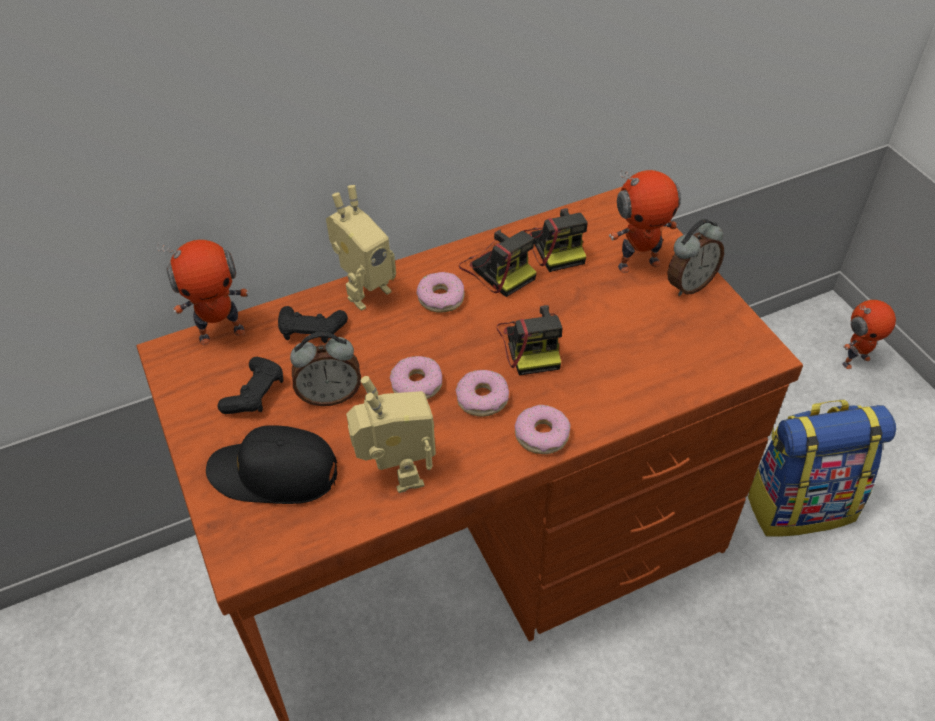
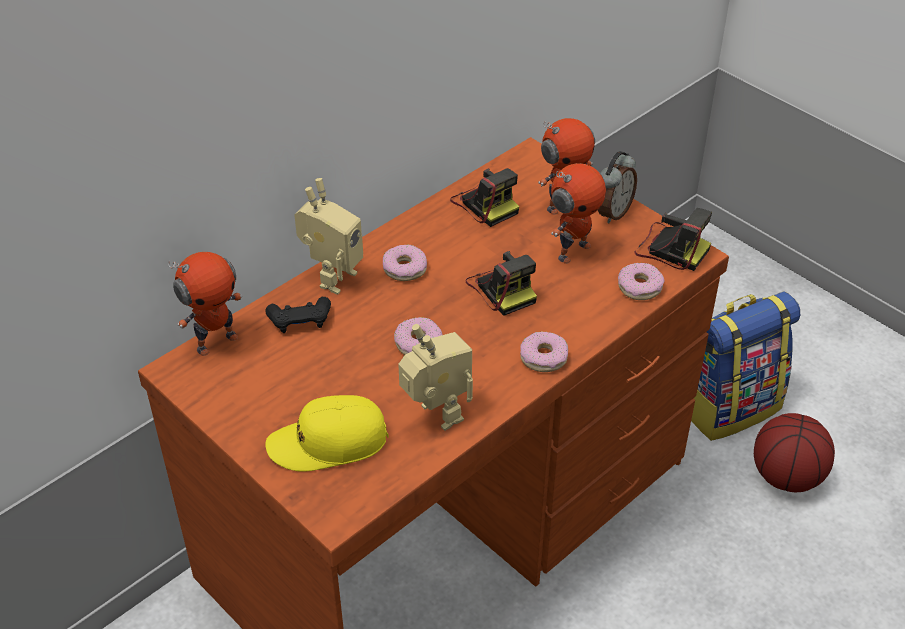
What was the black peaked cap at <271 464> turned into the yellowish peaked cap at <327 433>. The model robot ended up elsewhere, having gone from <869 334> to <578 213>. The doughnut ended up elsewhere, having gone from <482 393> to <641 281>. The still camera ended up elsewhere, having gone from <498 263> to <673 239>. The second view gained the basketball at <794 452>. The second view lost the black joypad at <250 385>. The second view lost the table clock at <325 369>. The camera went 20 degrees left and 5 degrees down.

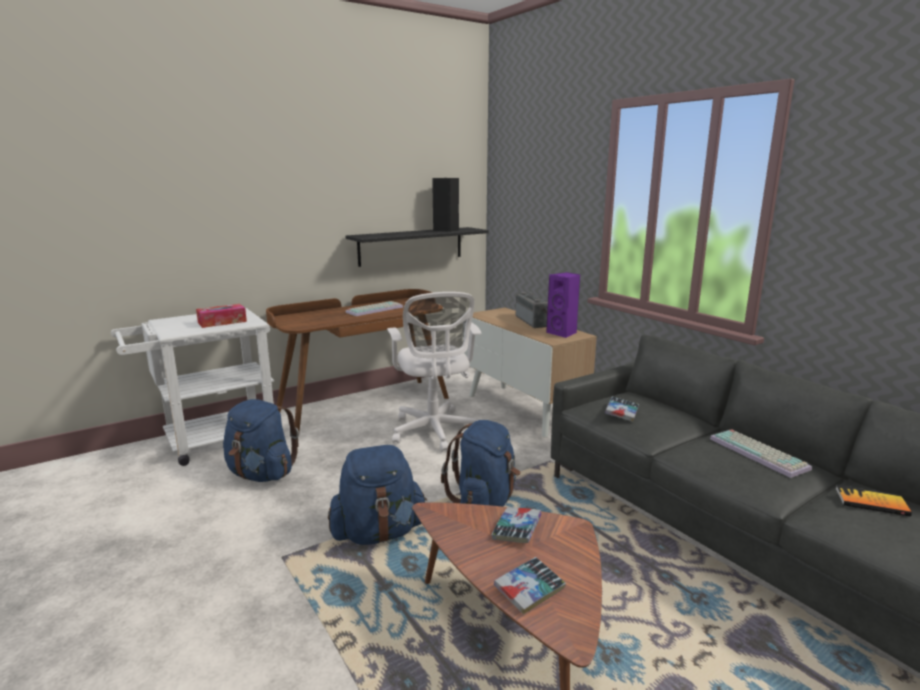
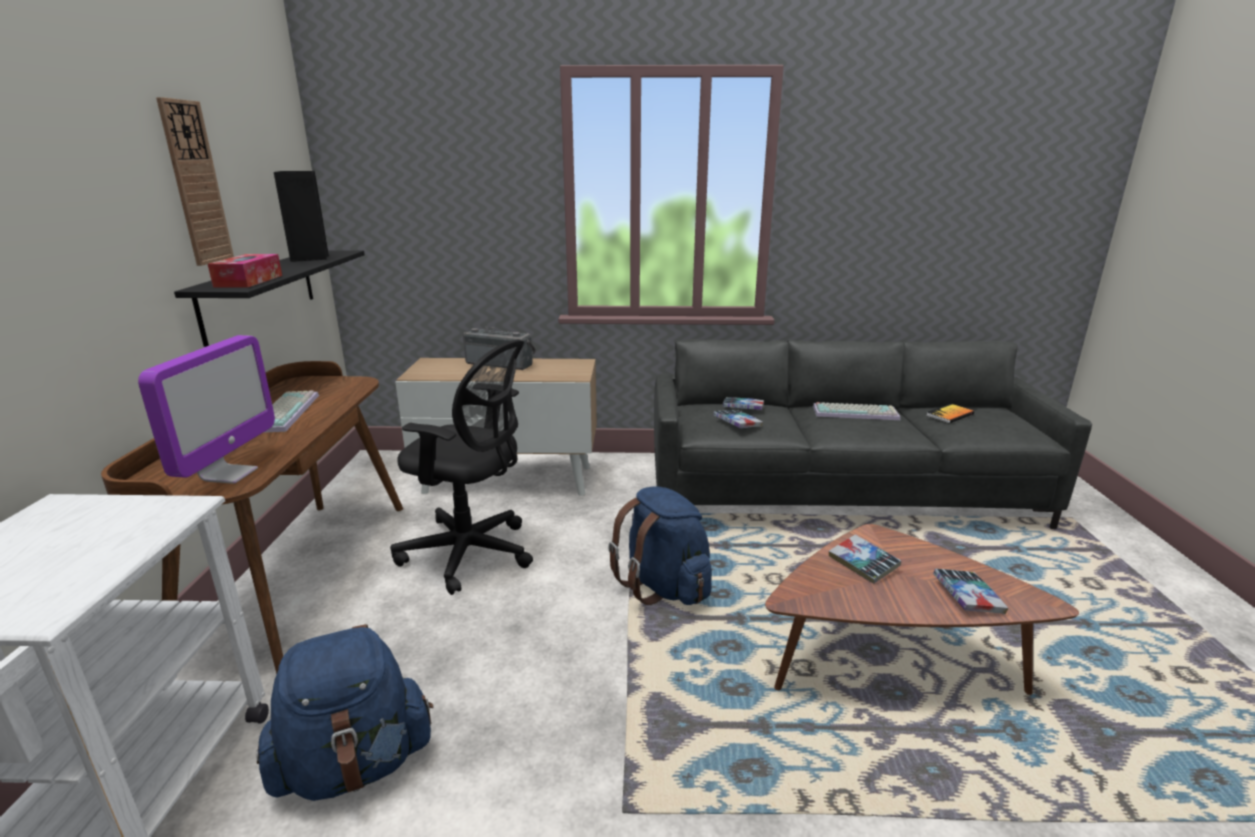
The second view gained the computer screen at <206 409>. The second view gained the hanging clock at <195 181>. The tissue box ended up elsewhere, having gone from <221 316> to <245 271>. What was the white-coloured desk chair at <434 372> turned into the black desk chair at <461 467>. The second view gained the book at <743 403>. The second view lost the blue-coloured rucksack at <377 495>. The second view lost the purplish audio speaker at <563 305>. The camera went 55 degrees left and 5 degrees up.

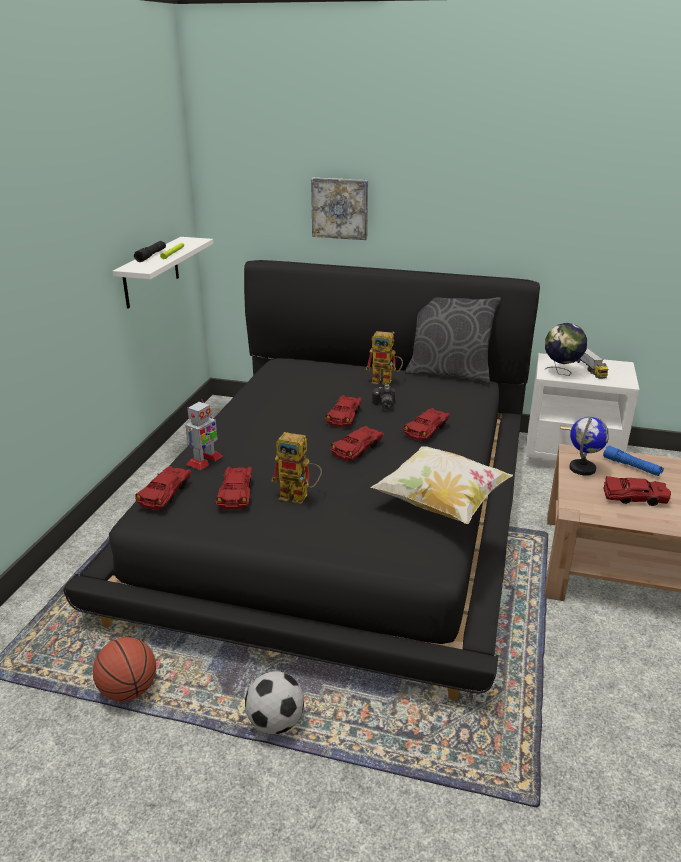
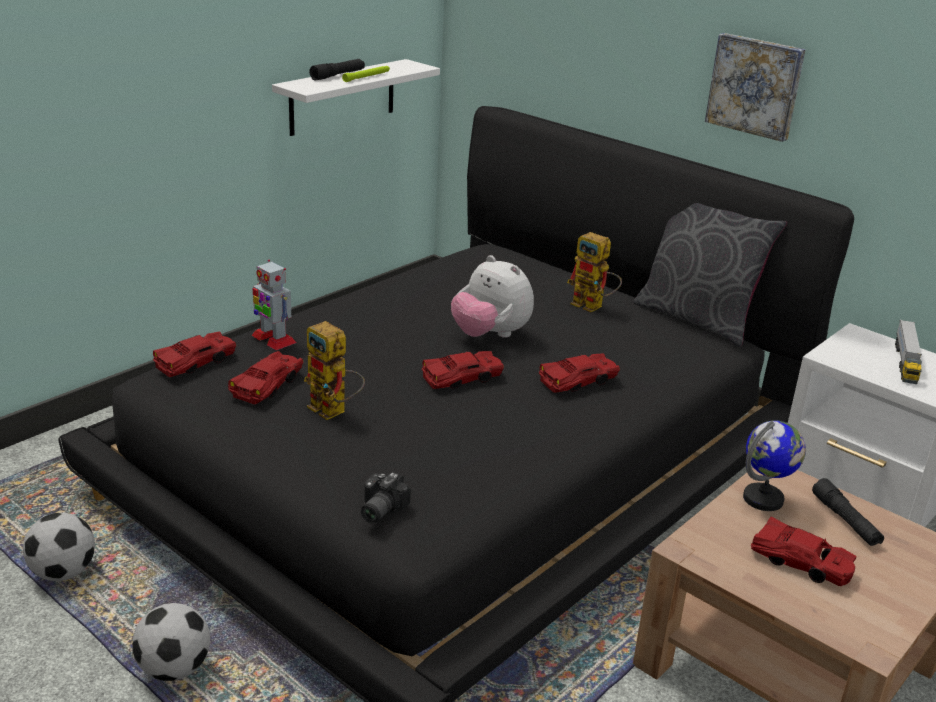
Where the basketball stood at <124 669>, the ball for football came to stand at <59 547>. The model robot at <204 434> ended up facing another way, 75 degrees clockwise from before. The still camera ended up elsewhere, having gone from <383 397> to <386 497>. Where the reddish toy car stood at <343 411>, the plush toy came to stand at <492 296>. The picture ended up elsewhere, having gone from <339 209> to <755 87>. What was the blue-coloured hand torch at <633 461> turned into the black hand torch at <848 512>. The second view lost the cushion at <441 485>. The second view lost the globe at <565 349>. The camera went 25 degrees right and 0 degrees up.

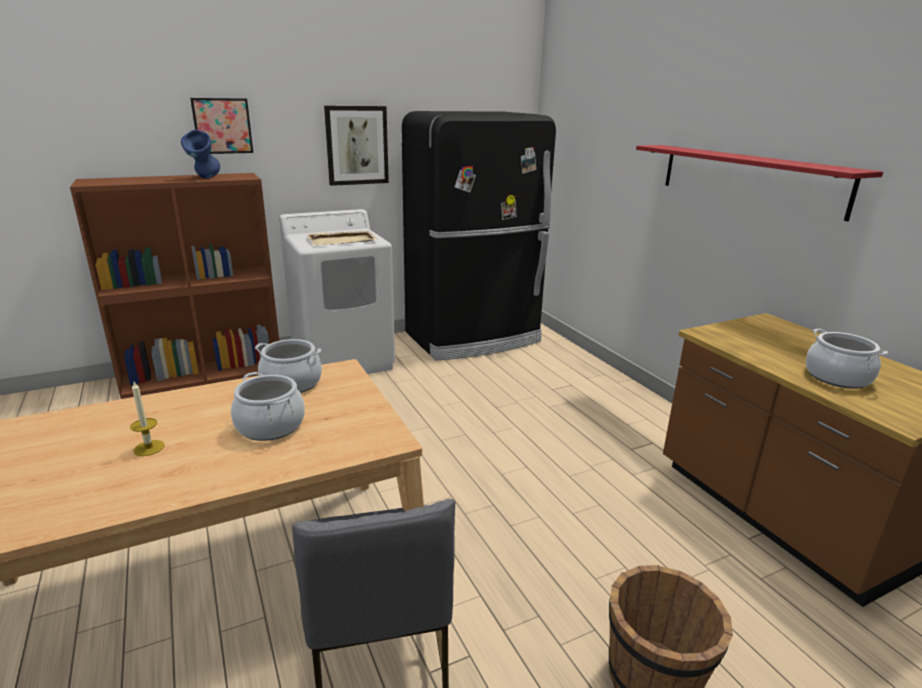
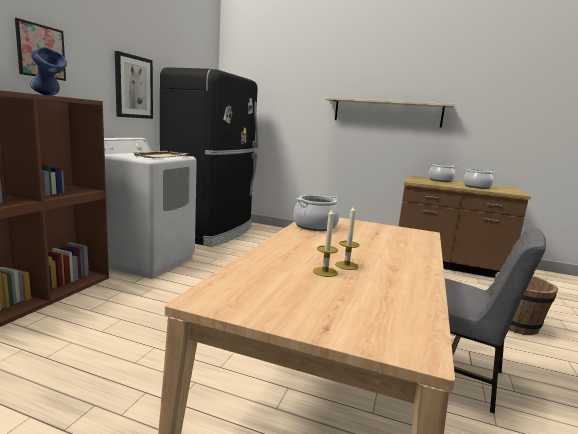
The second view gained the candle at <325 242>. What was the reddish shelf at <759 183> turned into the beige shelf at <390 112>. The cooking pot ended up elsewhere, having gone from <268 406> to <442 172>. The camera went 45 degrees left and 10 degrees down.

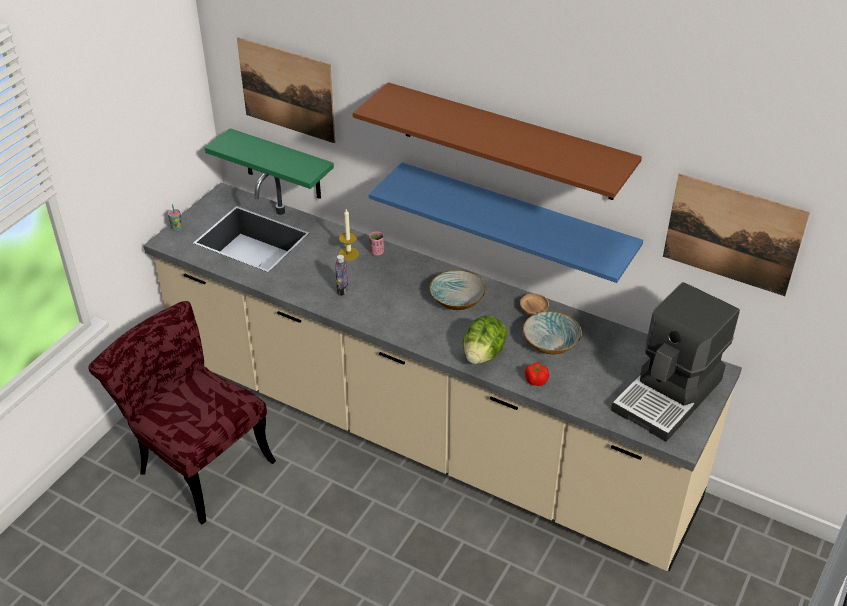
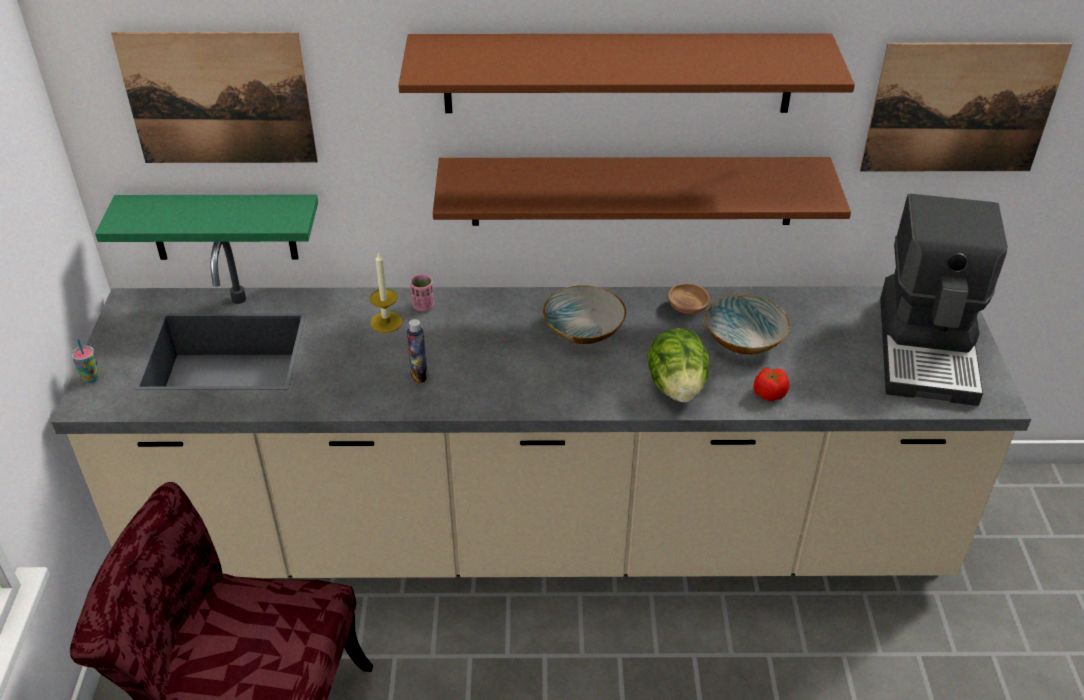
What was the blue-coloured shelf at <506 222> turned into the brownish shelf at <642 191>. The camera went 30 degrees left and 0 degrees up.

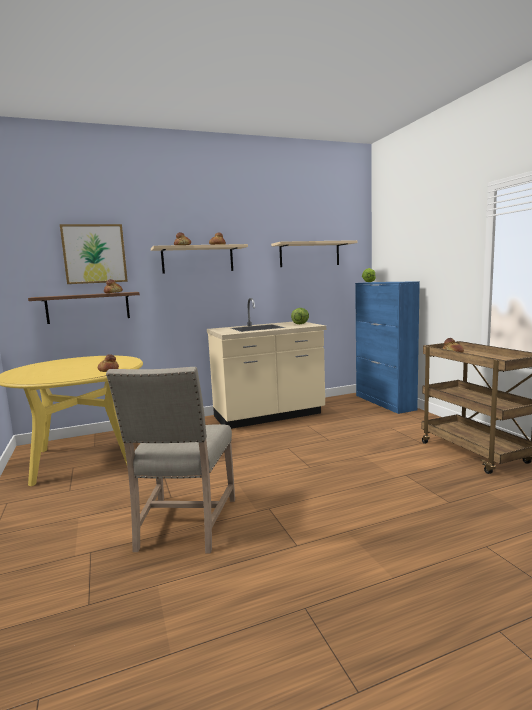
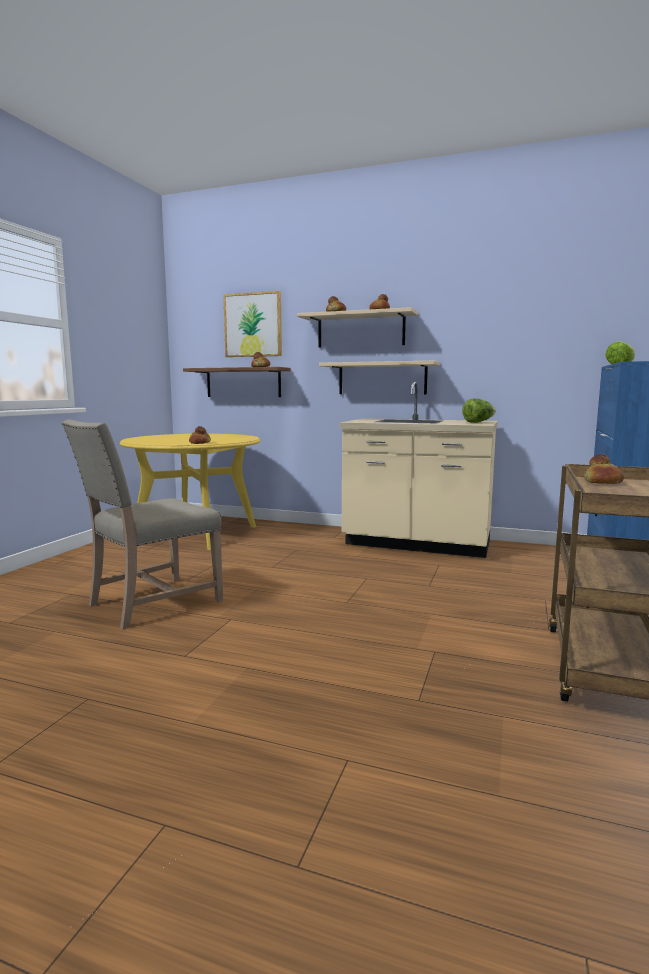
The beige shelf ended up elsewhere, having gone from <314 253> to <379 378>. The camera went 40 degrees right and 0 degrees up.

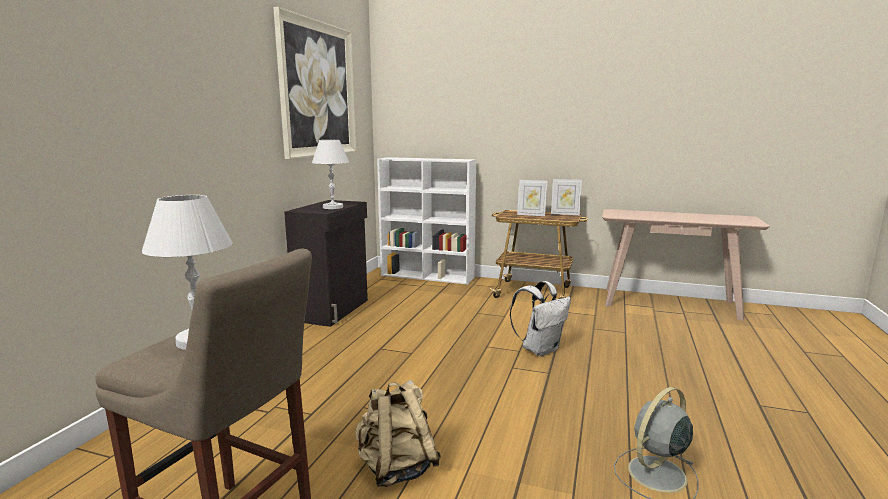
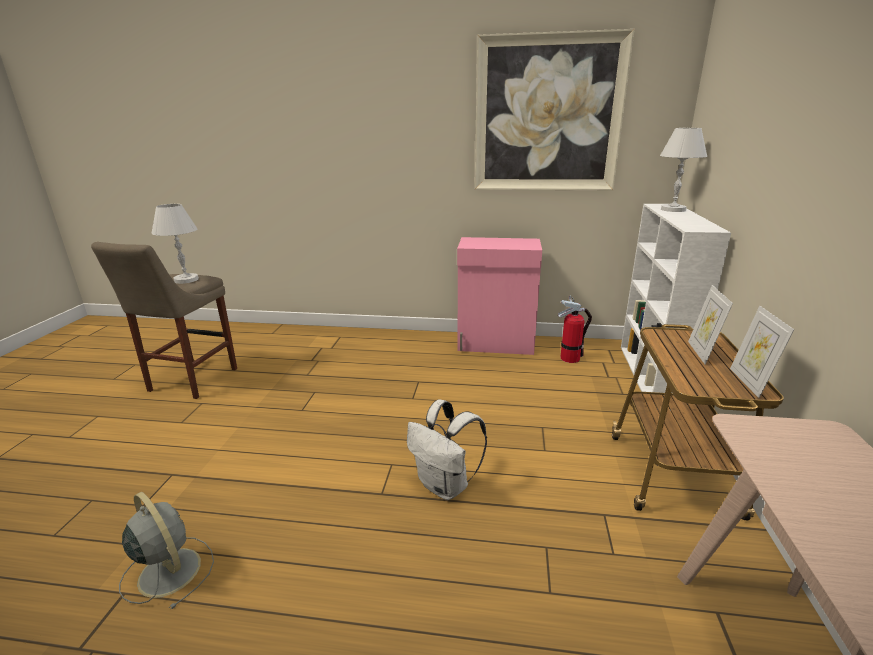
What was the black cabinet at <326 263> turned into the pinkish cabinet at <499 296>. The second view gained the fire-fighting cylinder at <575 329>. The white-coloured tabletop lamp ended up elsewhere, having gone from <330 174> to <683 170>. The second view lost the beige rucksack at <398 433>. The camera went 80 degrees right and 10 degrees up.

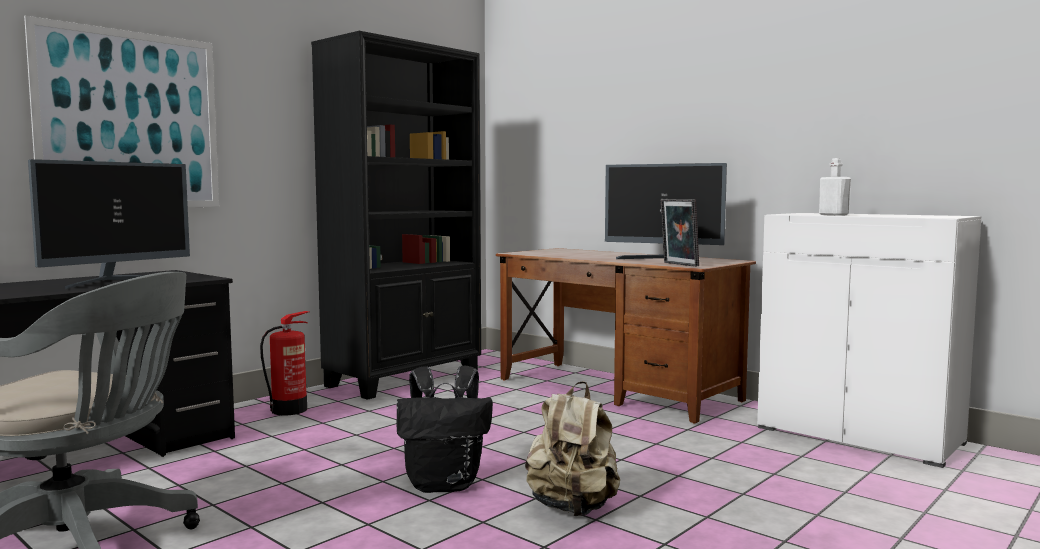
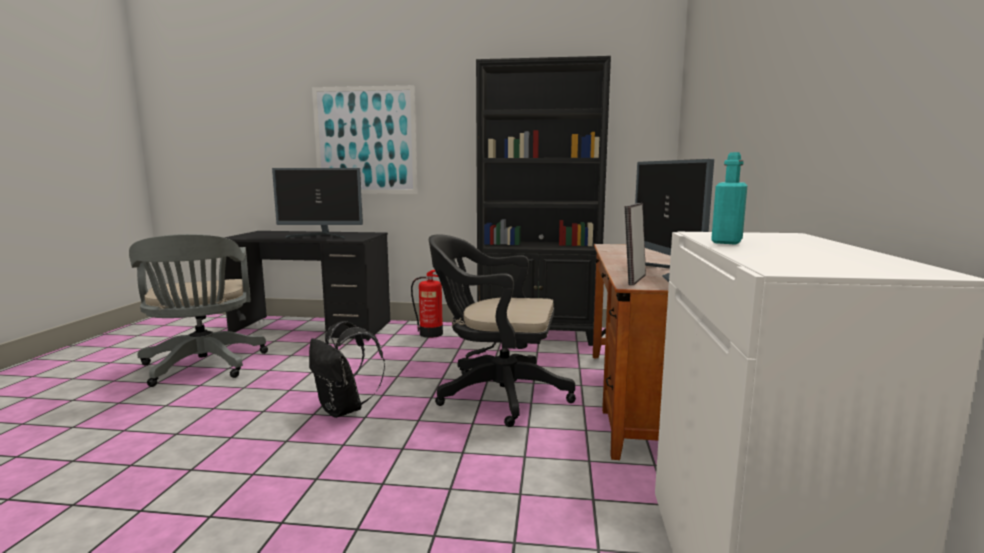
The second view gained the black desk chair at <502 330>. What was the white-coloured beverage bottle at <835 186> turned into the turquoise beverage bottle at <729 198>. The second view lost the beige rucksack at <572 448>. The camera went 55 degrees right and 5 degrees up.

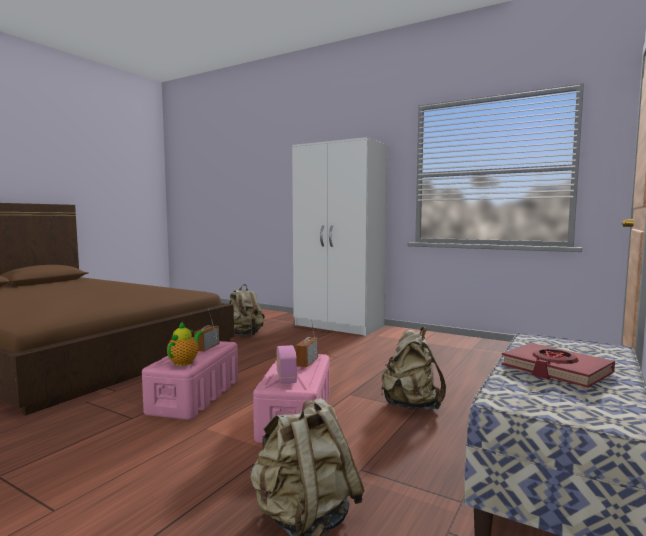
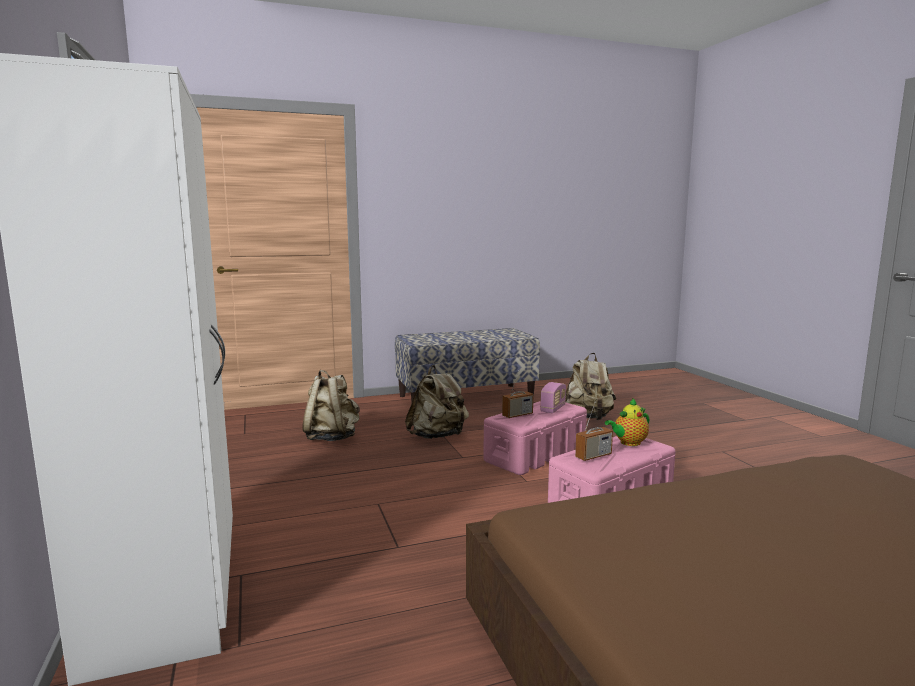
The beige rucksack ended up elsewhere, having gone from <247 310> to <331 405>. The second view lost the reddish book at <558 365>. The camera went 140 degrees left and 5 degrees up.

